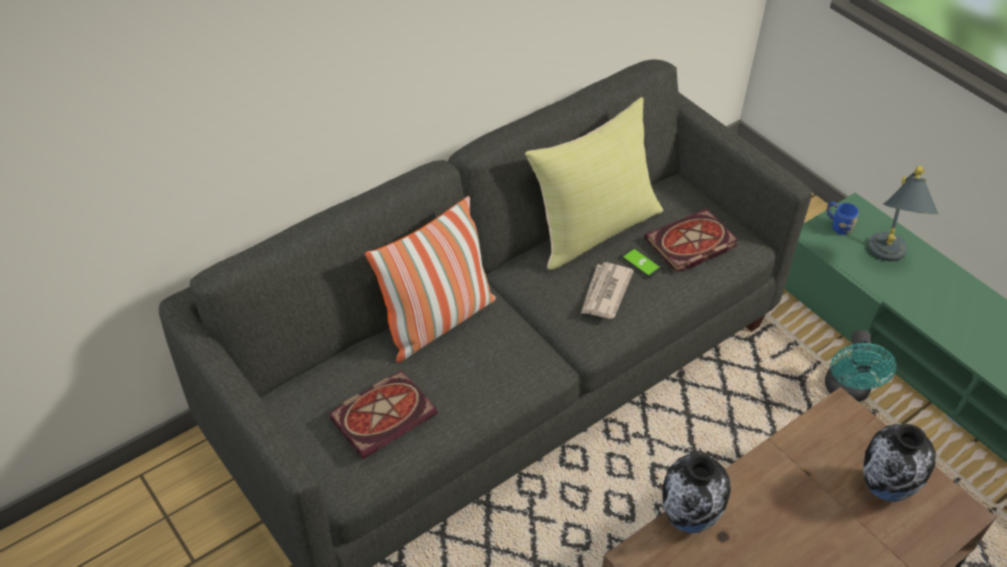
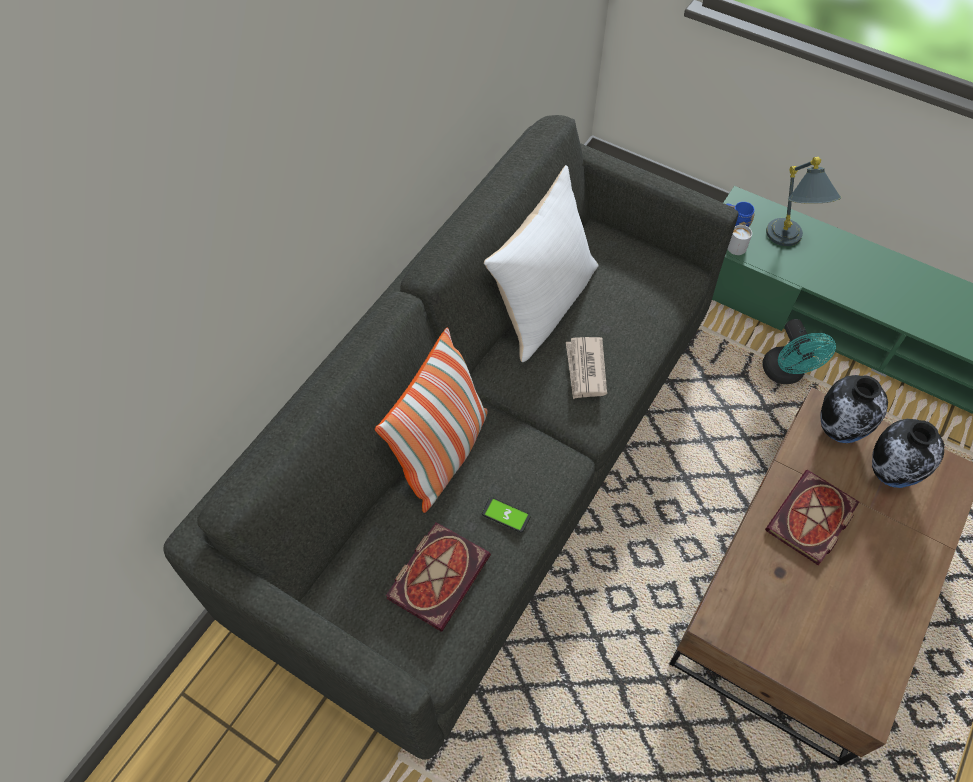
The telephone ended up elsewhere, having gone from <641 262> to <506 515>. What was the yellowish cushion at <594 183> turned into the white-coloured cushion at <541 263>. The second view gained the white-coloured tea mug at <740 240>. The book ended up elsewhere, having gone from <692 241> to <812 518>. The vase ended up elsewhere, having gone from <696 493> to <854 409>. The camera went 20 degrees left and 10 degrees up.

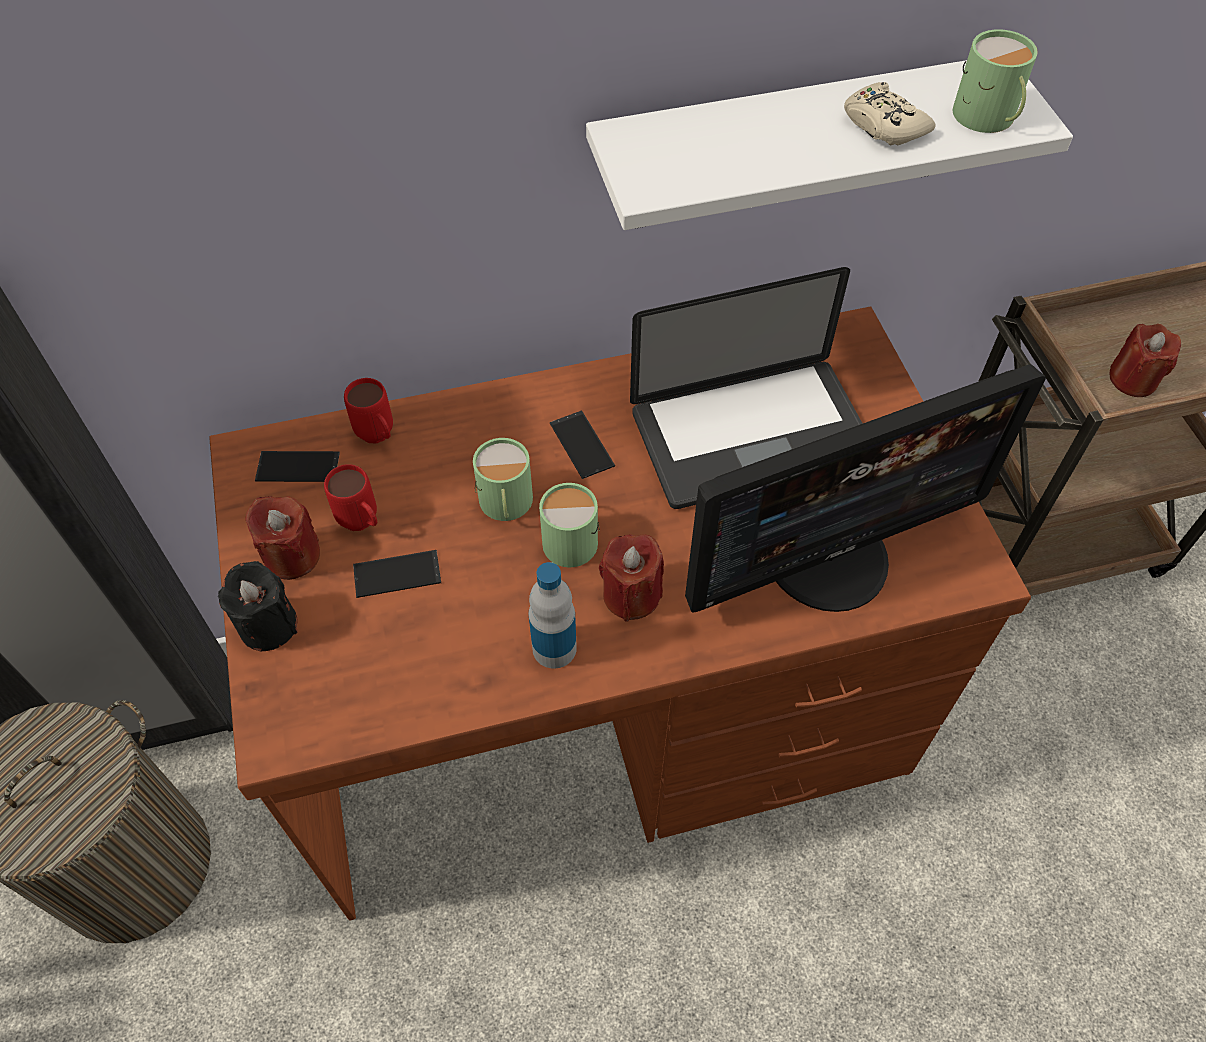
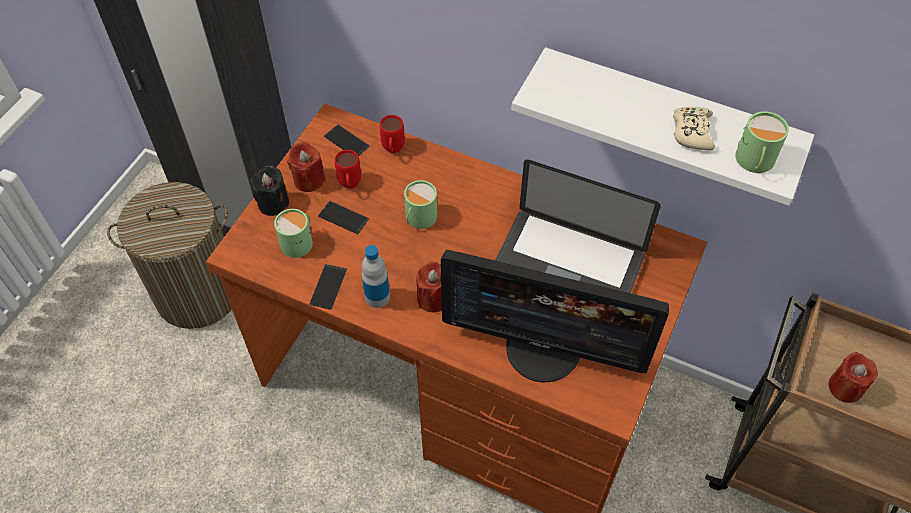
The green tea mug ended up elsewhere, having gone from <569 525> to <293 233>. The telephone ended up elsewhere, having gone from <582 444> to <328 287>. The camera went 40 degrees right and 0 degrees up.

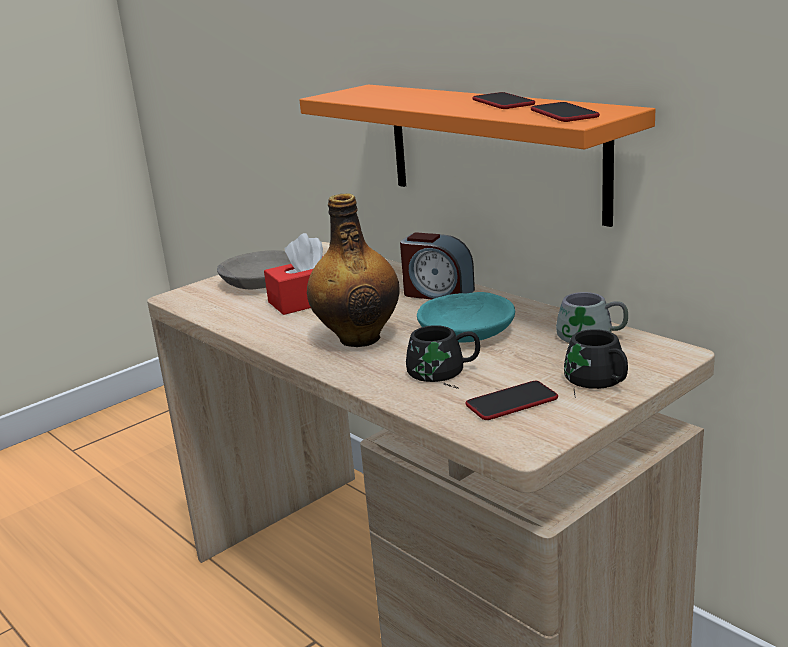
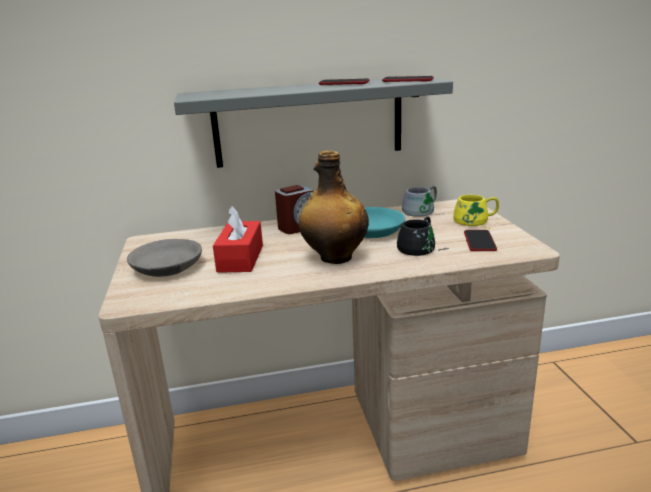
What was the orange-coloured shelf at <477 155> turned into the gray shelf at <313 122>. What was the black tea mug at <596 363> turned into the yellowish tea mug at <476 212>. The camera went 60 degrees left and 0 degrees up.

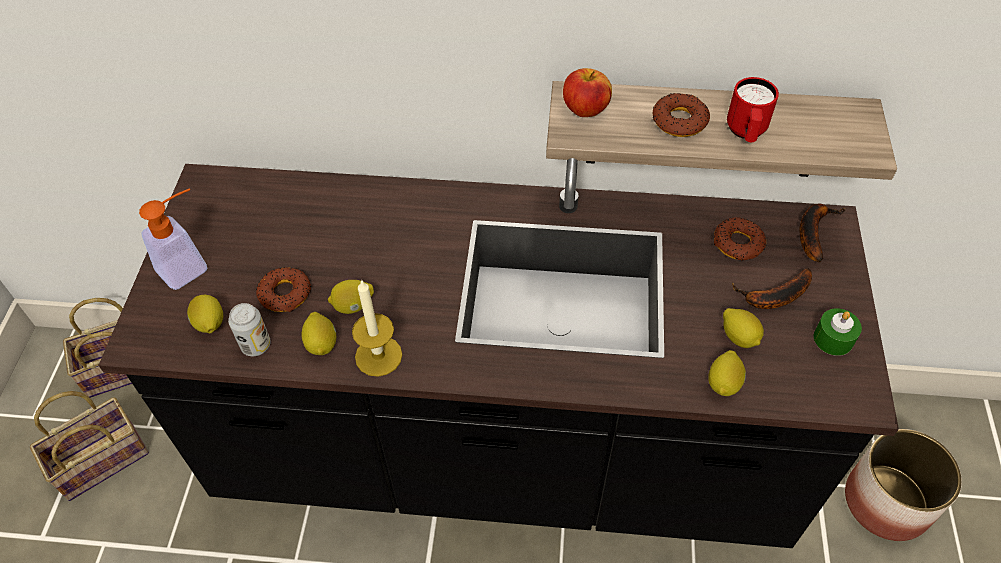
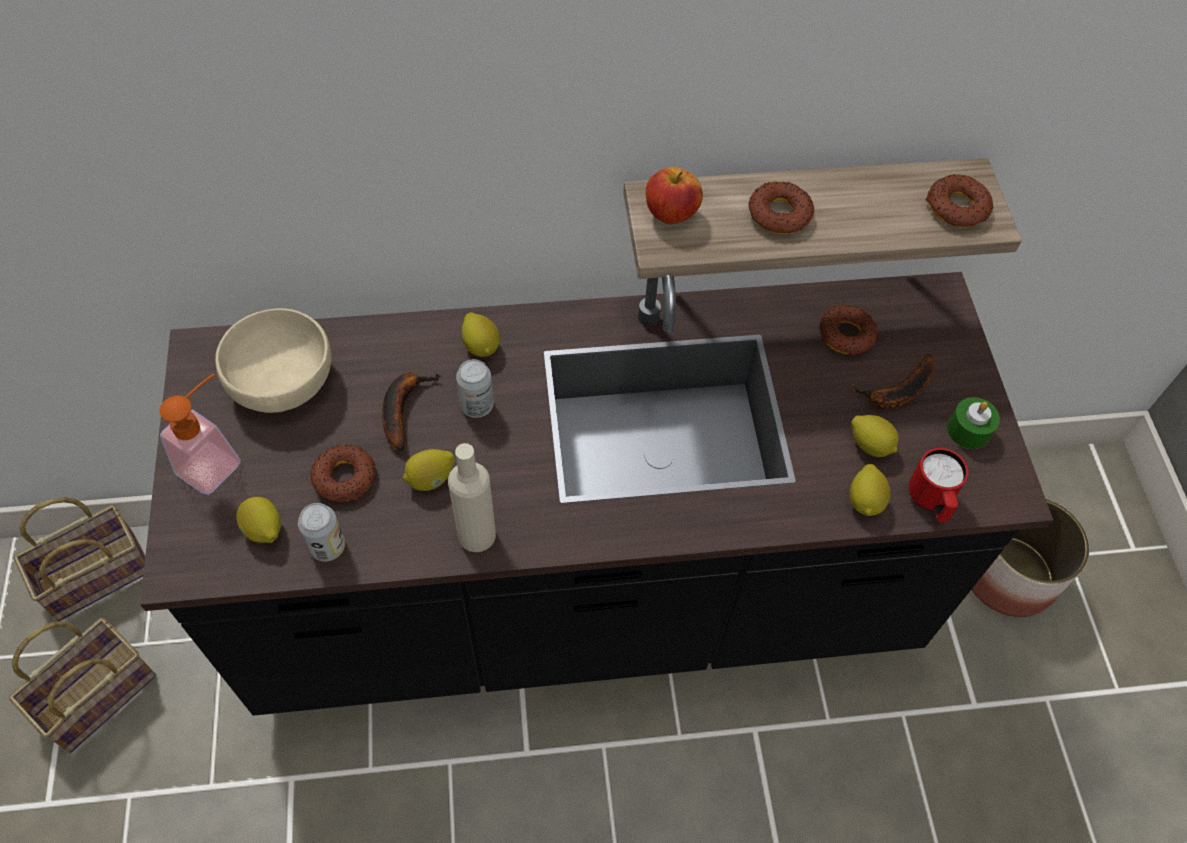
The second view gained the beige bowl at <273 361>. The banana fruit ended up elsewhere, having gone from <822 233> to <411 411>. Where the candle stood at <377 328>, the beige beverage bottle came to stand at <472 497>. The second view gained the metal can at <475 388>. The lemon ended up elsewhere, having gone from <318 333> to <480 334>. The reddish tea mug ended up elsewhere, having gone from <753 109> to <939 485>. The second view gained the doughnut at <959 200>. The camera went 15 degrees left and 5 degrees up.

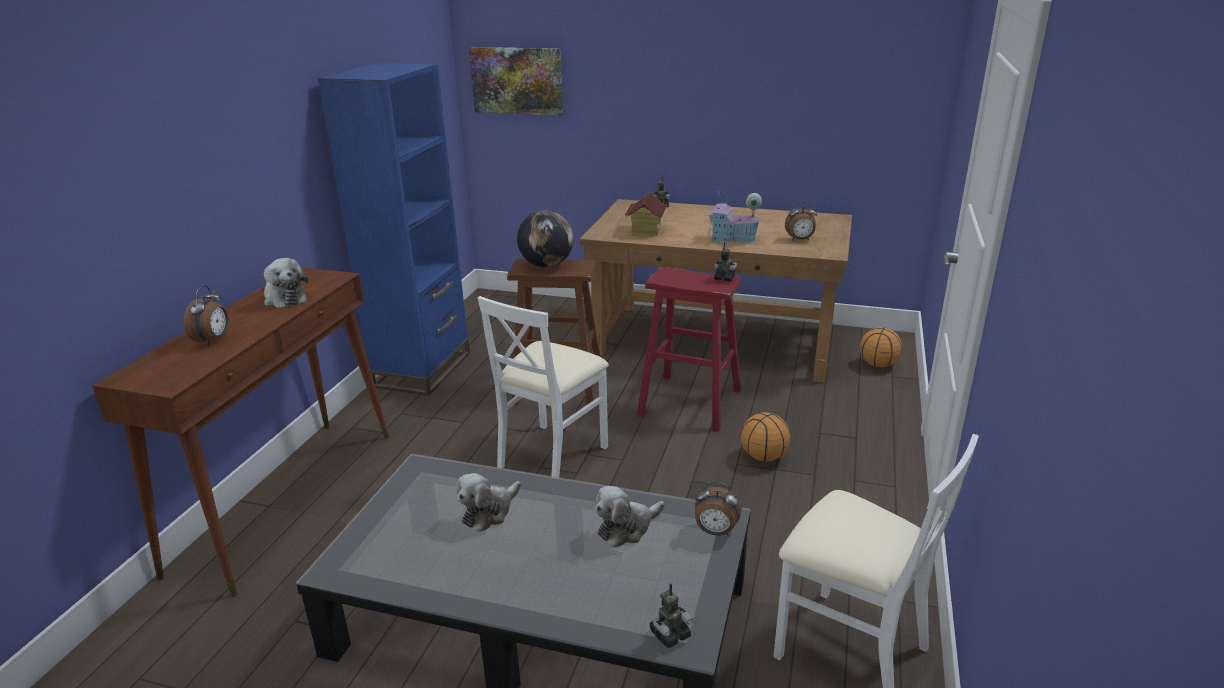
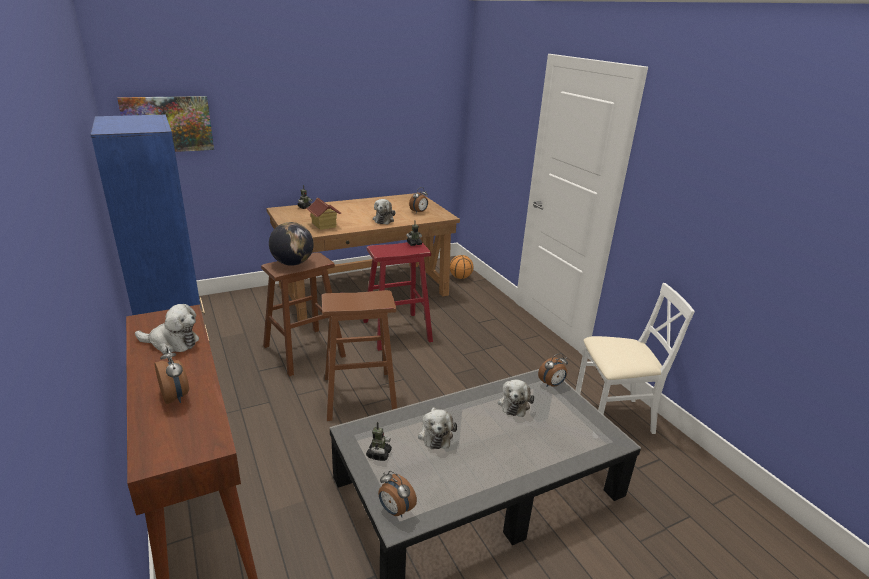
Where the white-coloured plain chair stood at <543 386>, the brownish stool seat came to stand at <359 355>. The model robot ended up elsewhere, having gone from <671 615> to <379 441>. Where the model house stood at <734 216>, the plush toy came to stand at <384 212>. The second view gained the table clock at <397 494>. The second view lost the basketball at <765 437>. The camera went 45 degrees left and 0 degrees up.

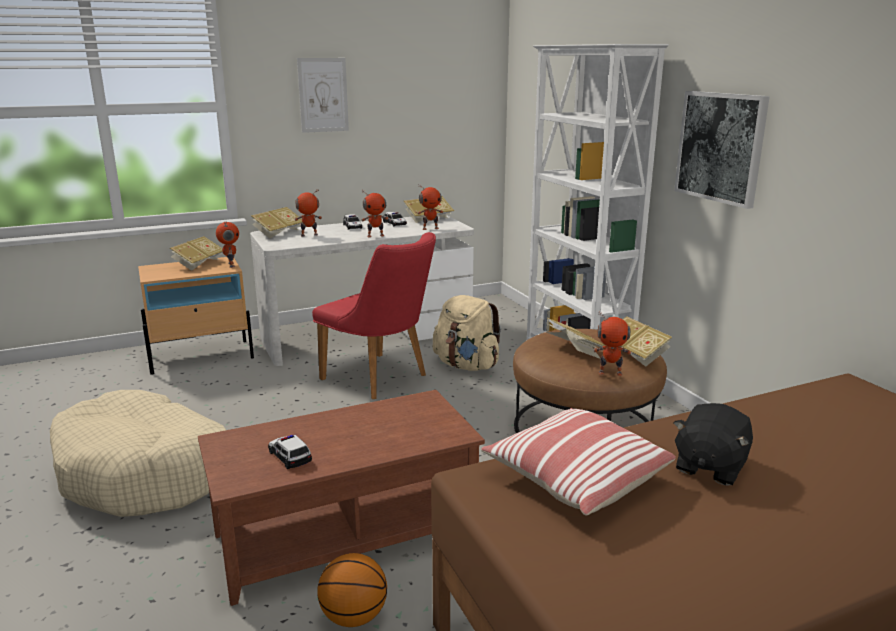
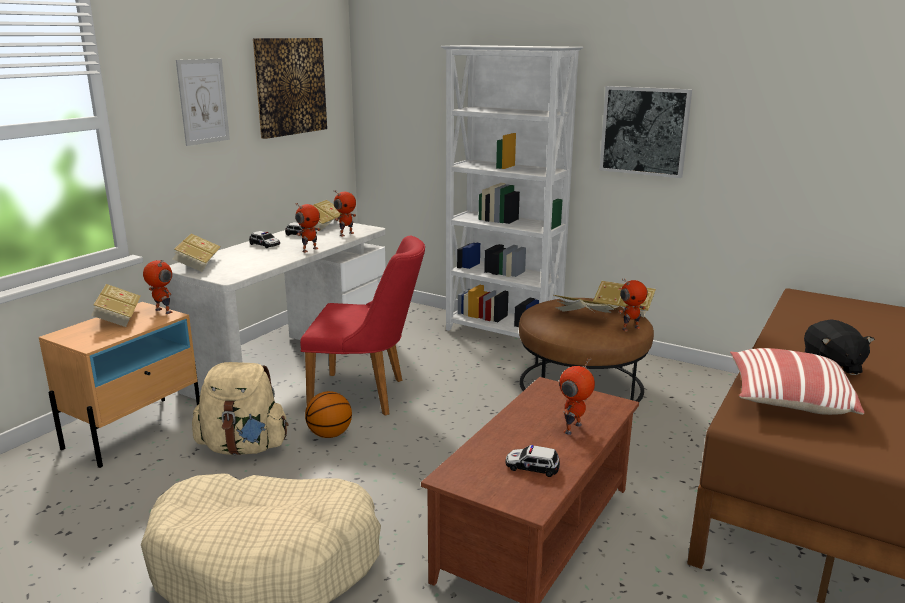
The beige rucksack ended up elsewhere, having gone from <467 333> to <240 408>. The second view gained the picture at <290 88>. The basketball ended up elsewhere, having gone from <352 590> to <328 414>. The model robot ended up elsewhere, having gone from <308 212> to <577 397>. The camera went 35 degrees left and 0 degrees up.

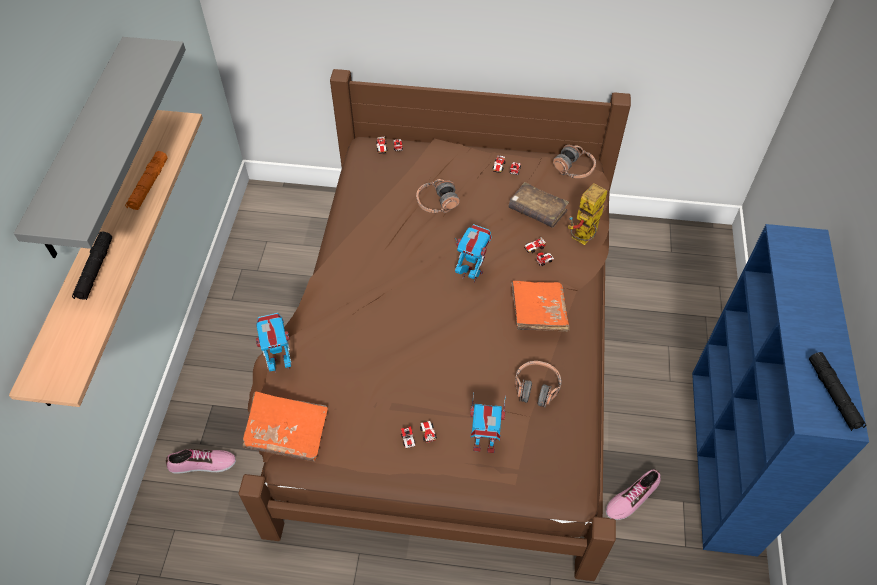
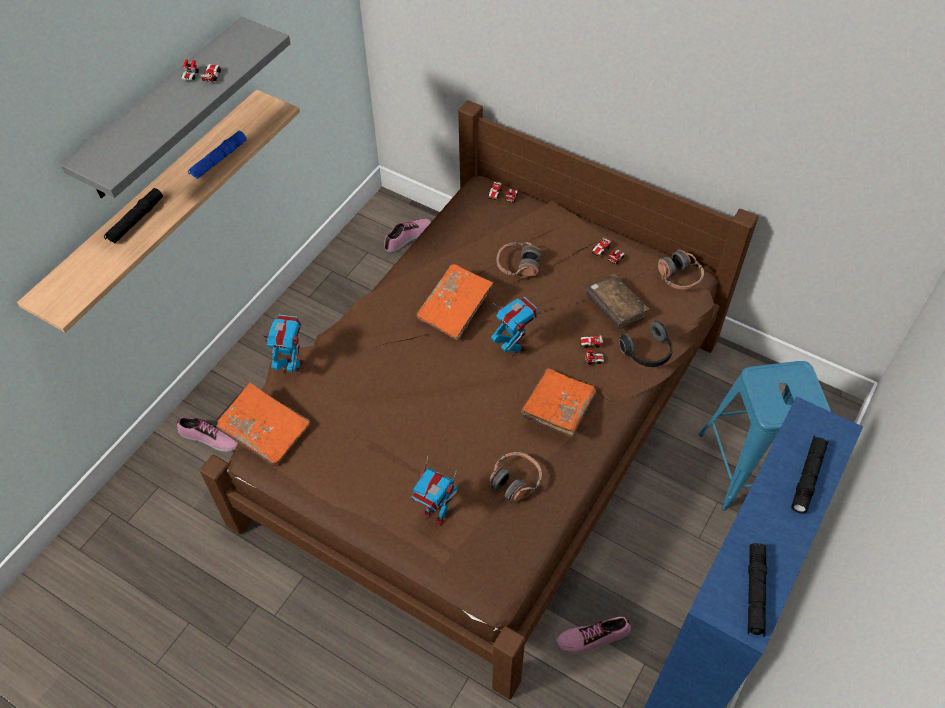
The toy car ended up elsewhere, having gone from <419 434> to <201 70>. What was the orange-coloured hand torch at <146 180> turned into the blue-coloured hand torch at <217 155>. The second view gained the item of footwear at <407 235>. The second view gained the orange-coloured book at <455 302>. Where the model robot stood at <587 214>, the headphones came to stand at <646 344>. The second view gained the blue-coloured stool seat at <765 435>. The second view gained the black hand torch at <810 474>. The camera went 25 degrees right and 0 degrees up.

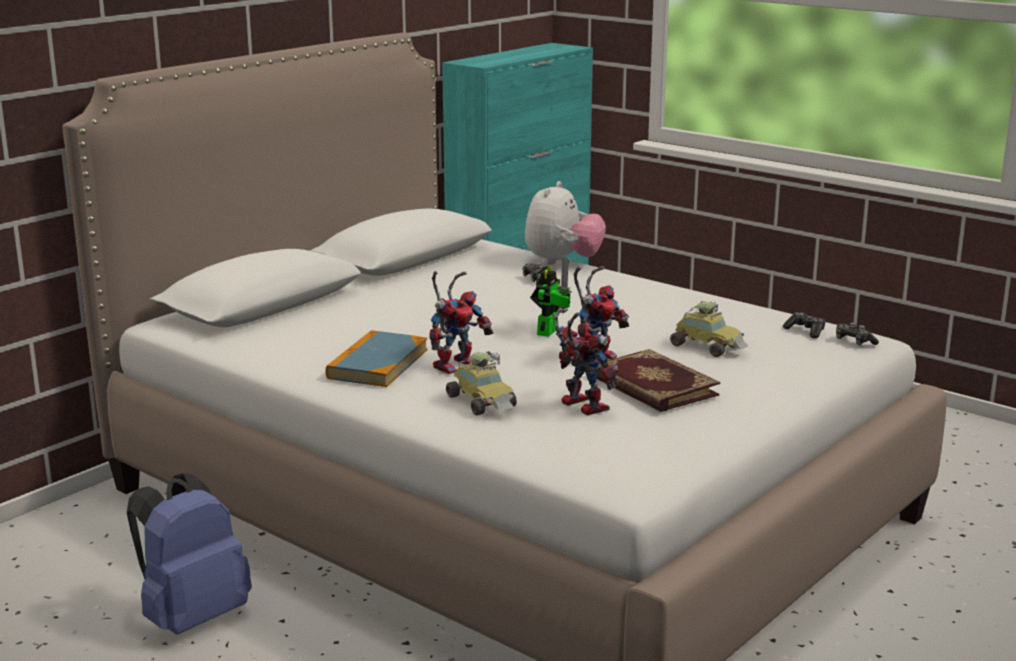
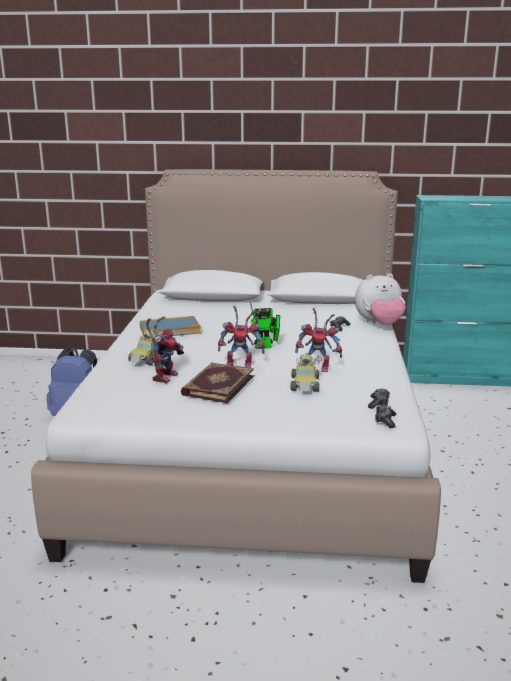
The model robot ended up elsewhere, having gone from <461 322> to <318 340>. The camera went 55 degrees right and 0 degrees up.

